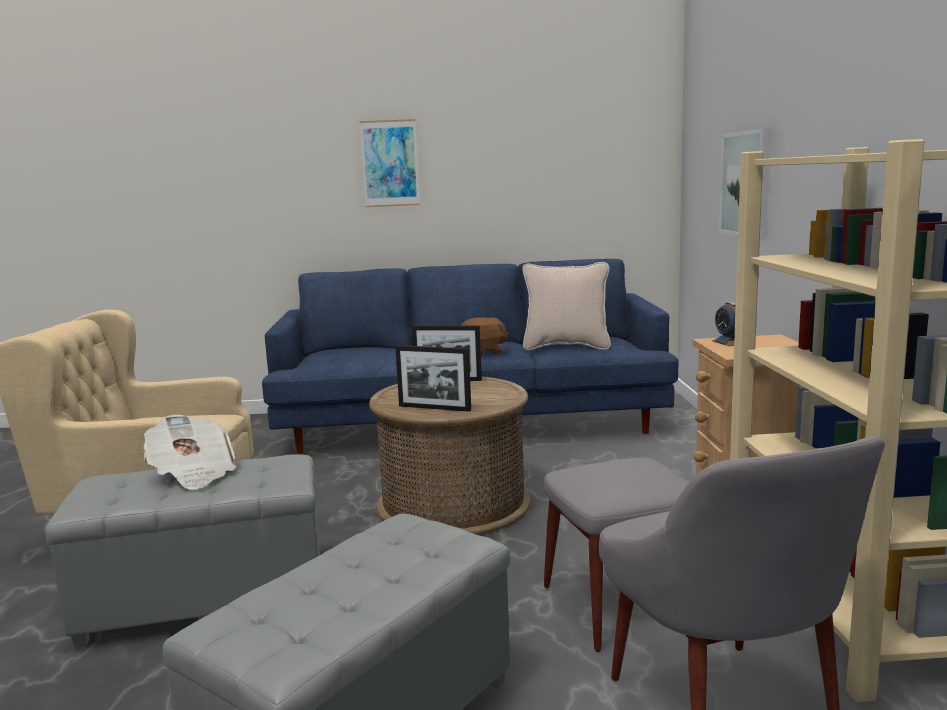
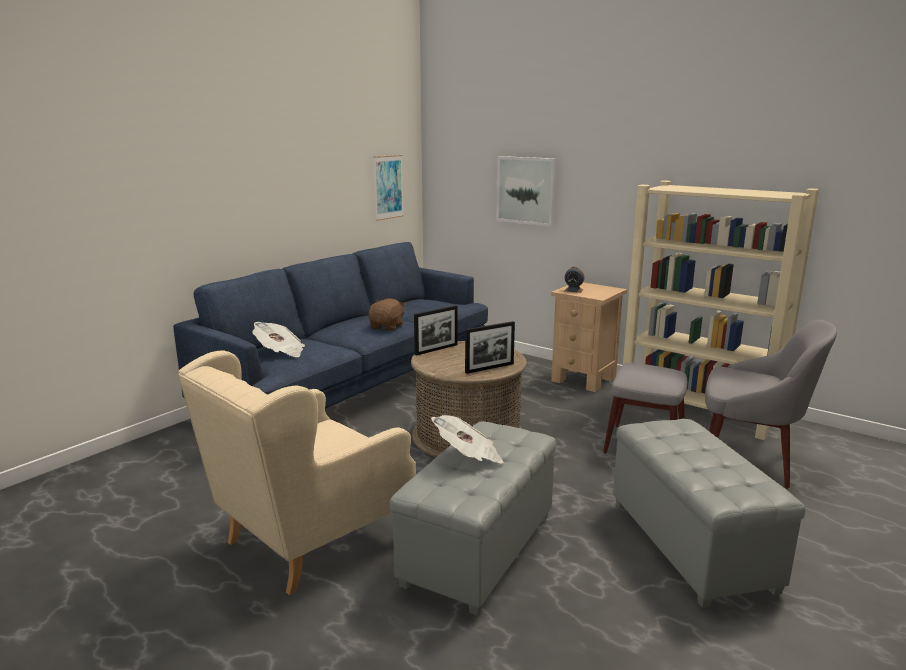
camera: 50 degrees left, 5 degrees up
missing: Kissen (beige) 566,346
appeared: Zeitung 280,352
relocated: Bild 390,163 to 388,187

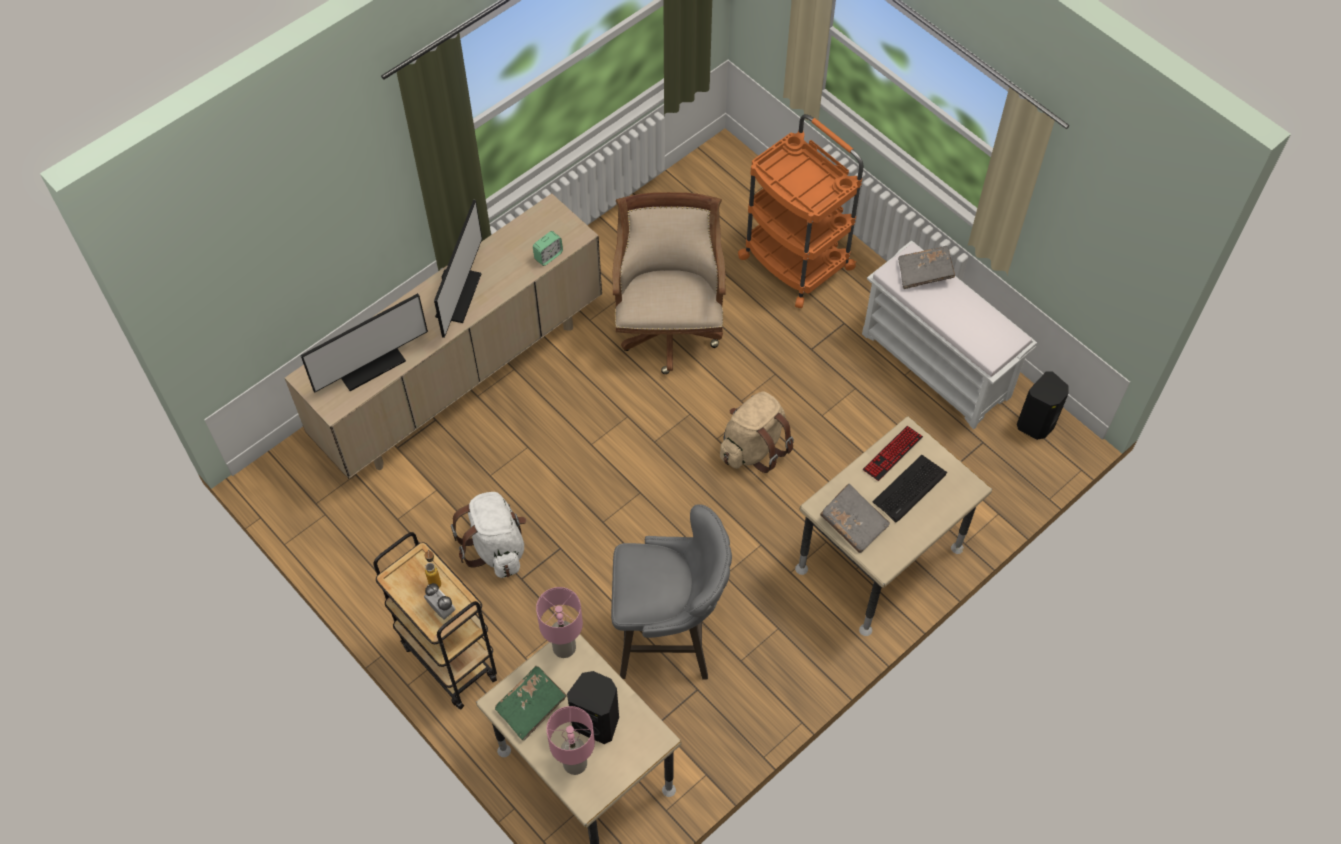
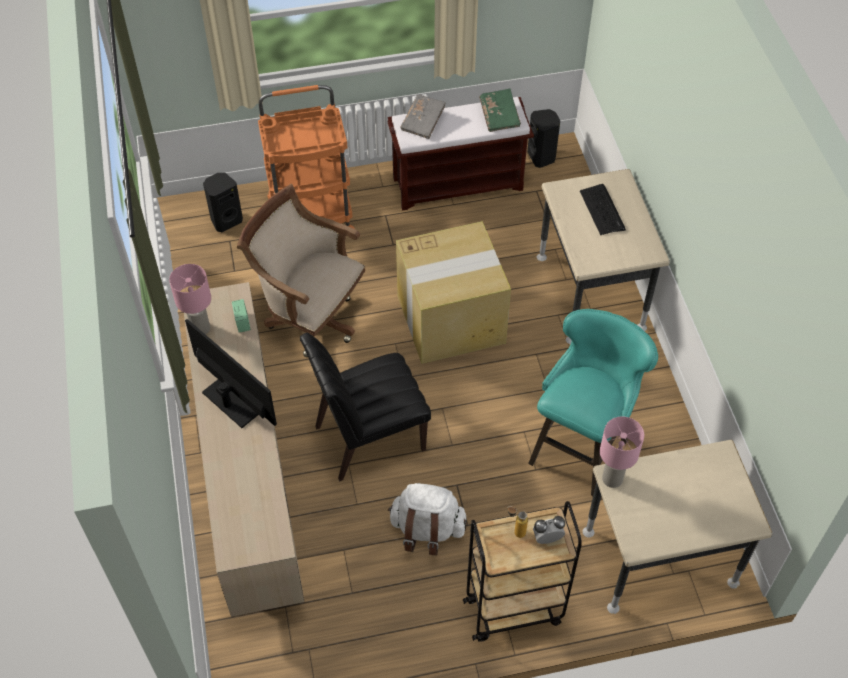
camera: 60 degrees left, 5 degrees down
missing: Monitor 371,366; Tastatur 892,454; Buch (grau) 853,523
appeared: Stuhl (schwarz) 370,437
relocated: Buch (grün) 531,706 to 499,116; Lautsprecher (schwarz) 597,721 to 226,220; Tischlampe (rosa) 574,764 to 200,329
exchanged: Rucksack (beige) 753,447 to Karton 452,319
colour: Bank (weiß) 937,365 to Bank (braun) 459,183; Hocker (grau) 670,639 to Hocker (türkis) 580,448

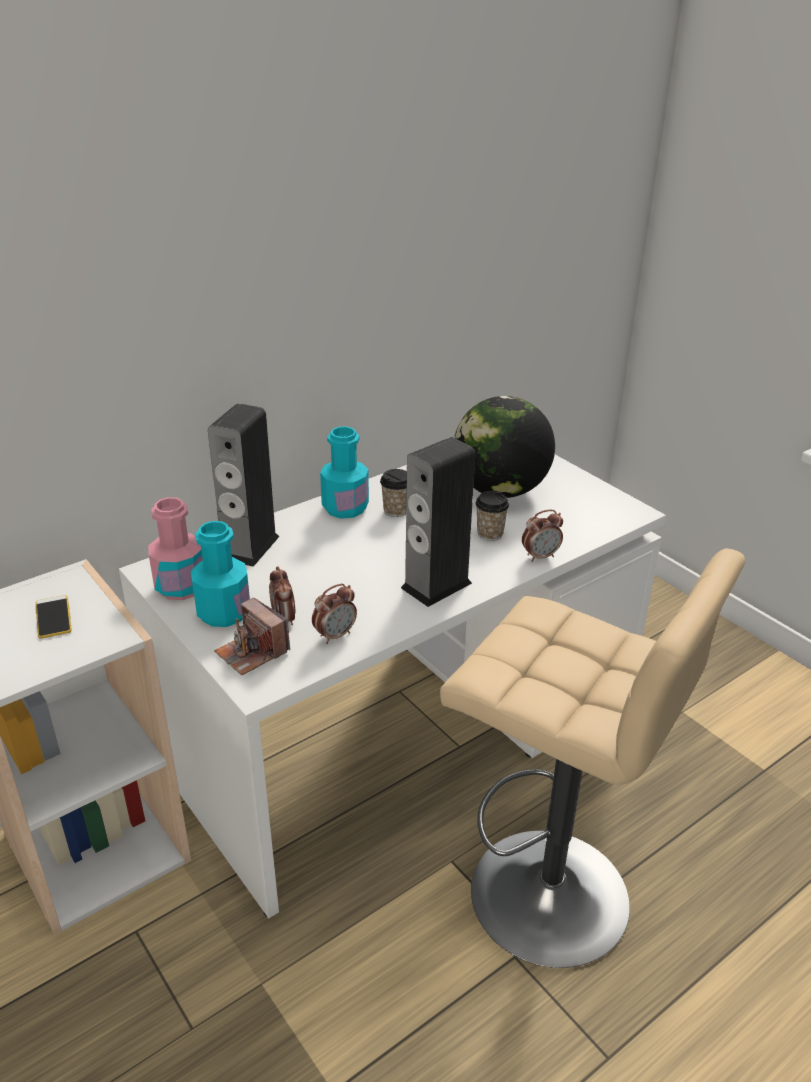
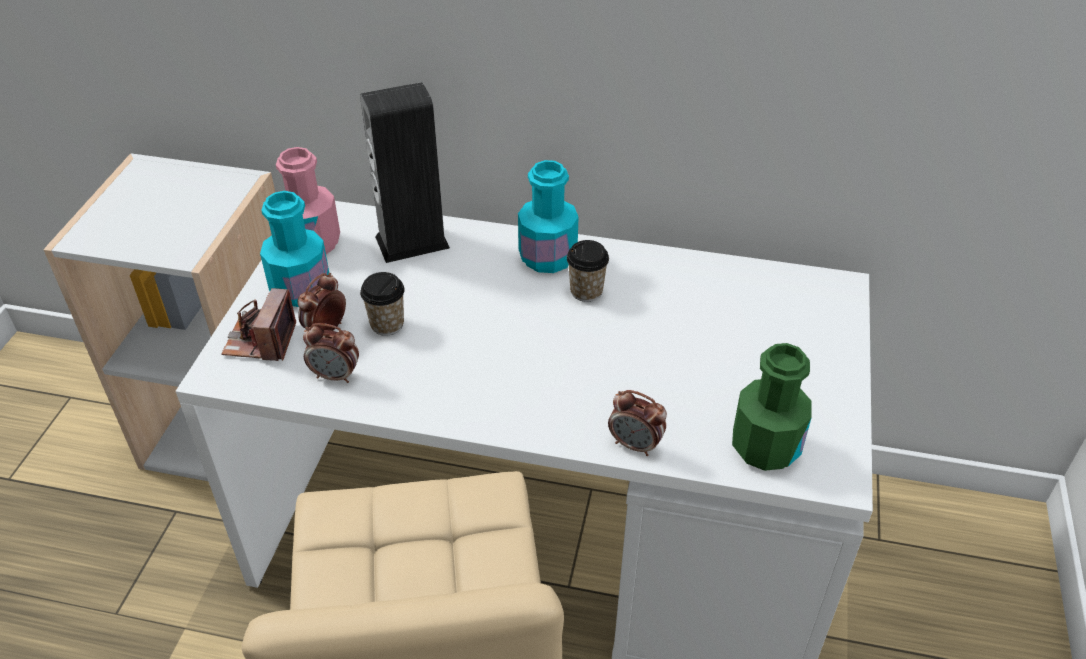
camera: 50 degrees right, 10 degrees up
missing: Globus 500,490; Lautsprecher 436,585; Handy 53,617
appeared: Flasche (grün) 765,447
relocated: Tasse 490,534 to 387,324

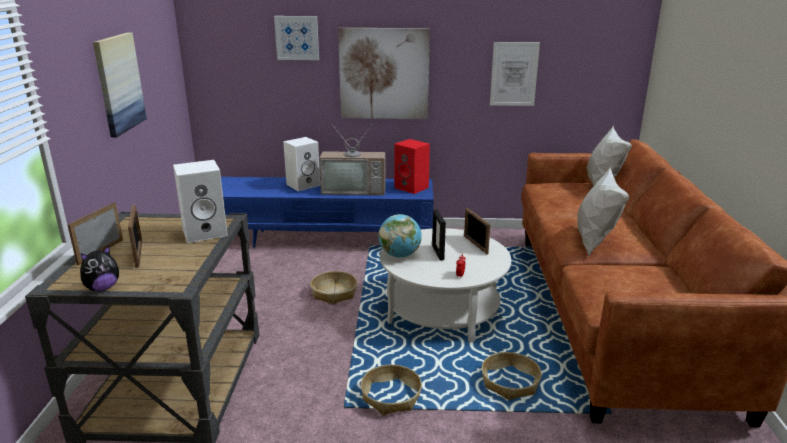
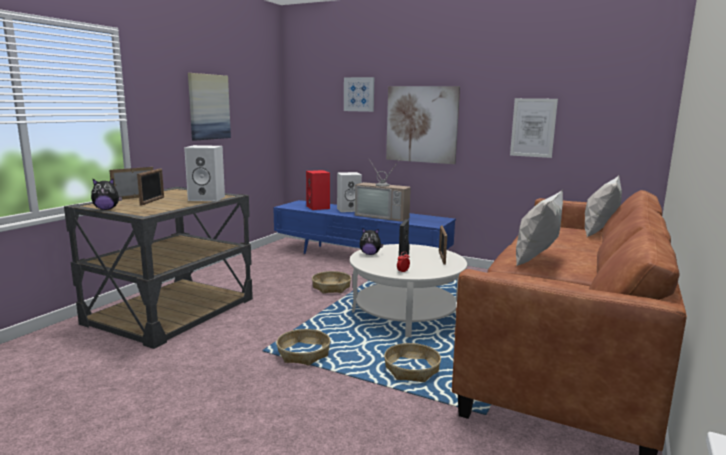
camera: 25 degrees right, 10 degrees down
relocated: Lautsprecher (rot) 412,187 to 318,207
exchanged: Globus 400,255 to Plüschtier 370,254

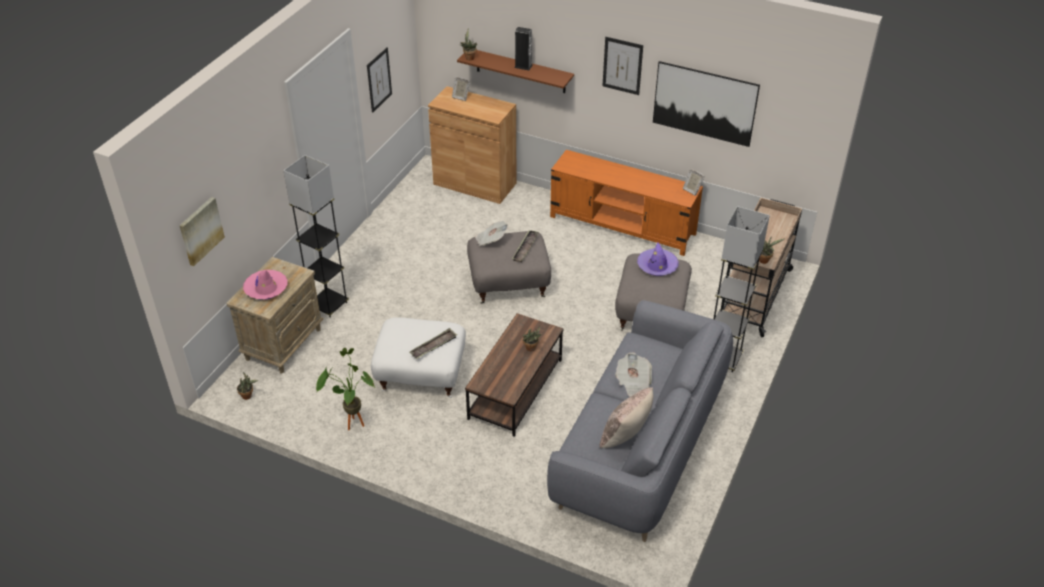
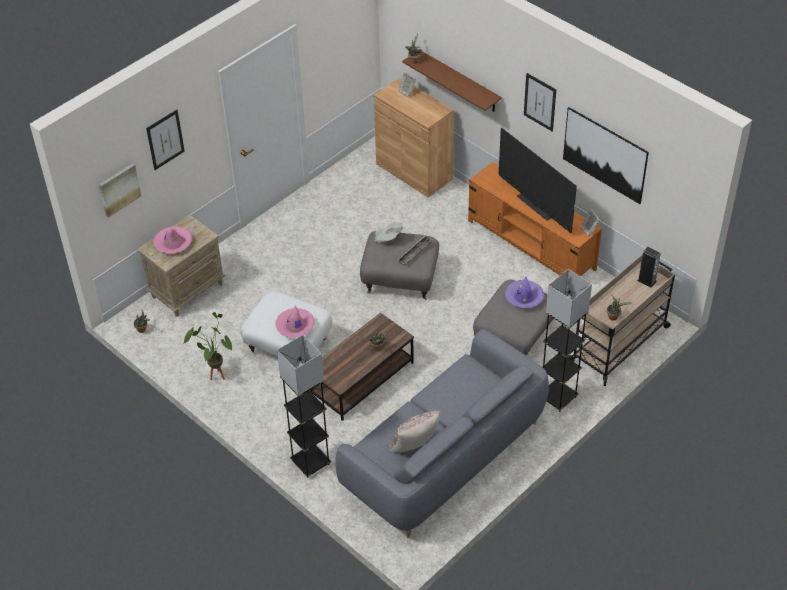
camera: 20 degrees right, 5 degrees up
missing: Zeitung 633,382
appeared: Fernseher 535,206
relocated: Lautsprecher 523,66 to 646,281; Bild 379,79 to 165,139; Stehlampe (grau) 328,305 to 310,462
exchanged: Tablett 433,346 to Hut (rosa) 295,326

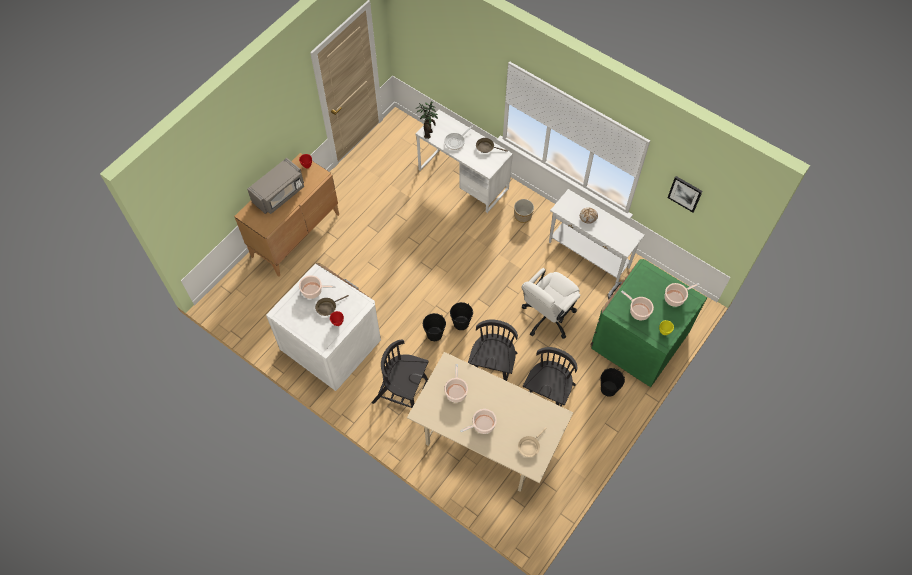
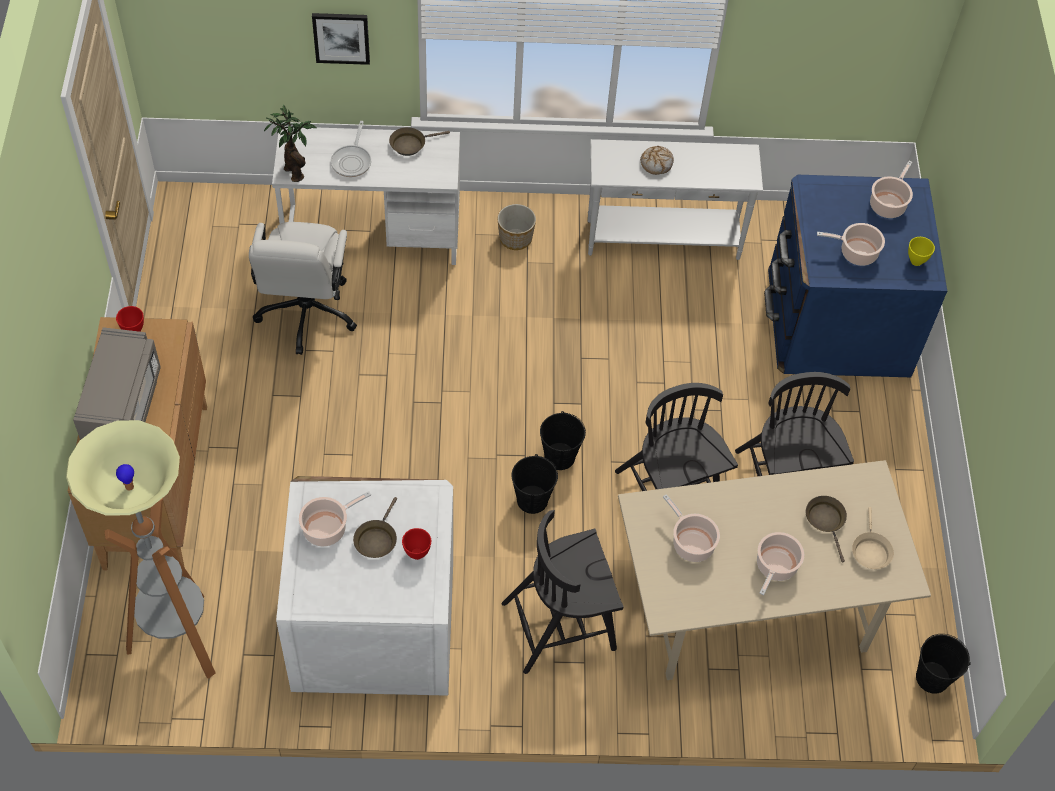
camera: 40 degrees left, 5 degrees down
appeared: Stehlampe 180,640; Pfanne (braun) 826,521
relocated: Bild 685,193 to 341,37; Bürostuhl (weiß) 546,319 to 306,317; Eimer (schwarz) 608,389 to 932,678
colour: Kommode (grün) 637,339 to Kommode (blau) 835,321

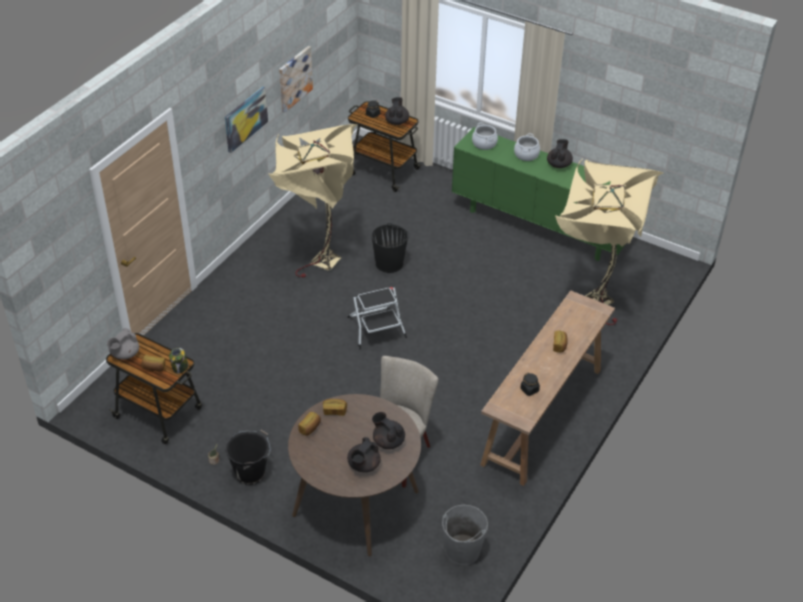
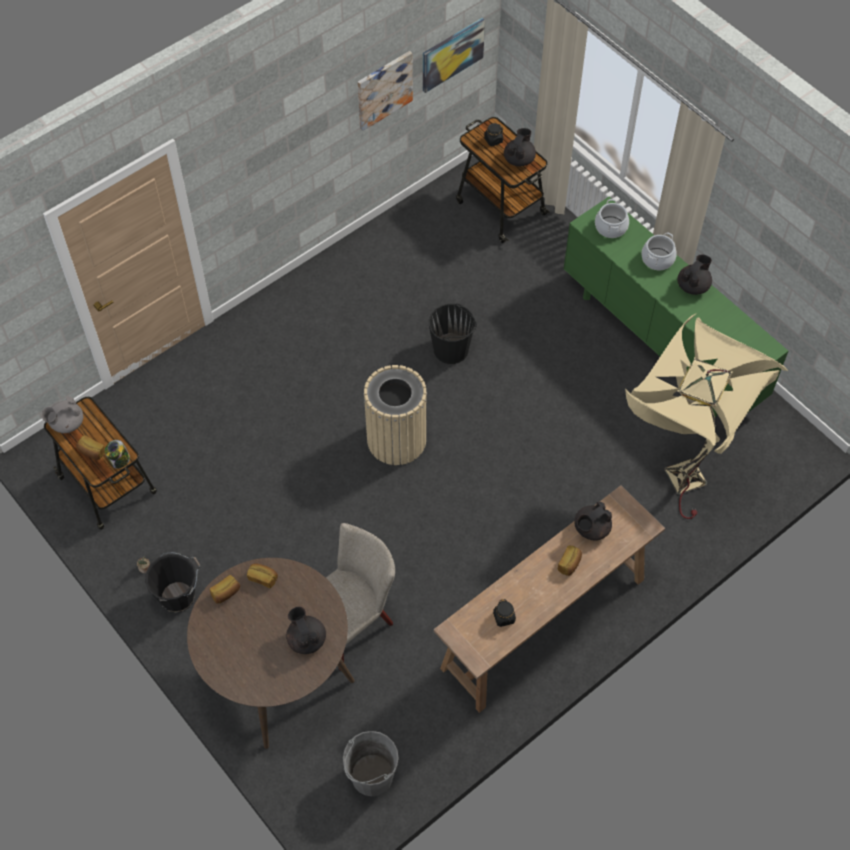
camera: 20 degrees right, 15 degrees up
missing: Stehlampe (beige) 318,258
relocated: Bild 245,119 to 452,54; Teekanne (schwarz) 363,465 to 591,529
exchanged: Trittleiter 375,328 to Mülleimer (beige) 396,439

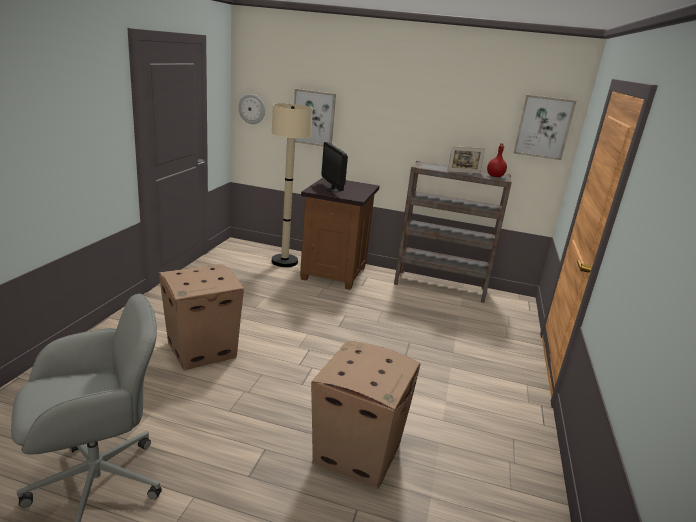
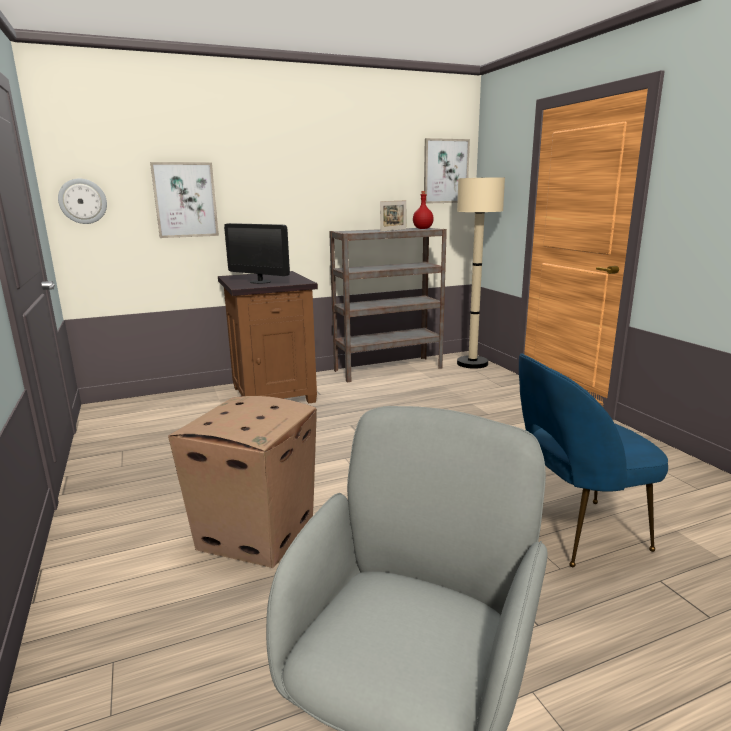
camera: 35 degrees left, 5 degrees down
relocated: Stehlampe (beige) 284,261 to 472,363
exchanged: Karton 358,453 to Stuhl (blau) 574,533

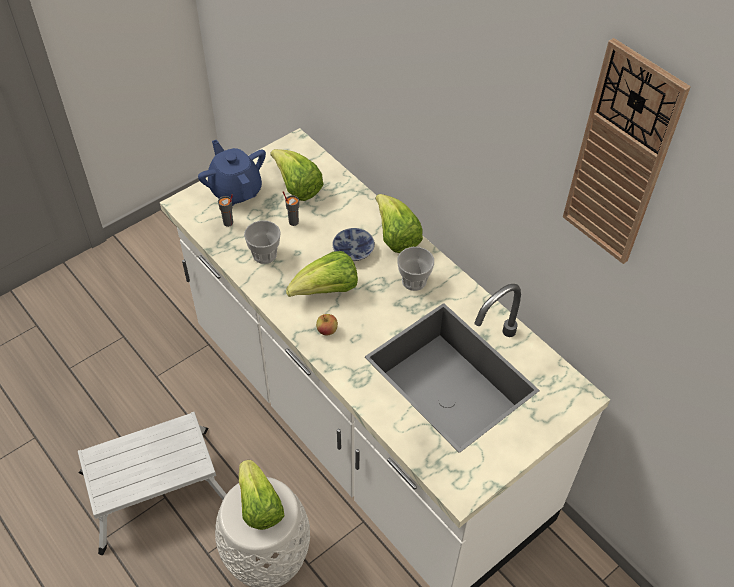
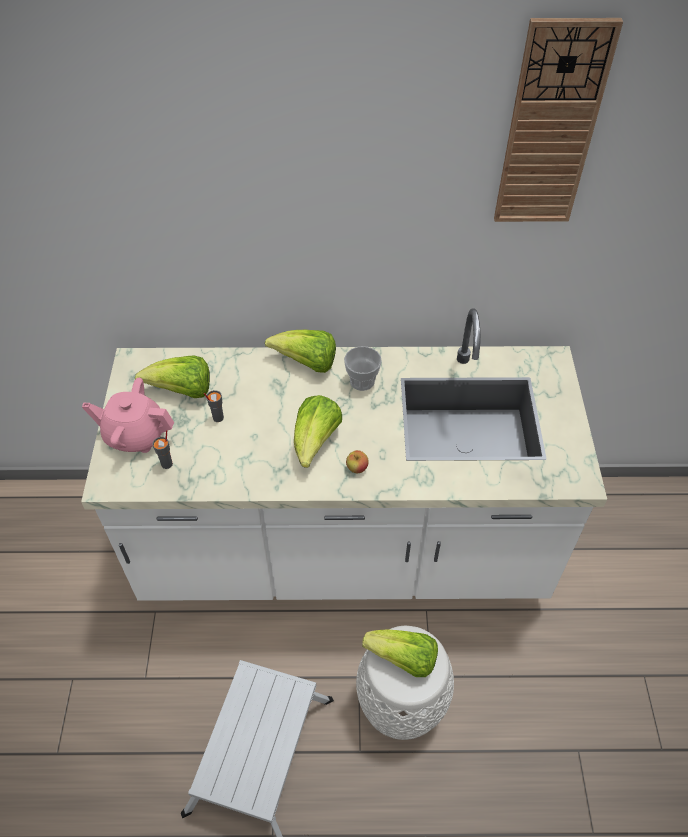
camera: 50 degrees left, 0 degrees up
missing: Tasse 264,254; Schüssel 353,249
colour: Teekanne (blau) 236,190 to Teekanne (rosa) 135,435

